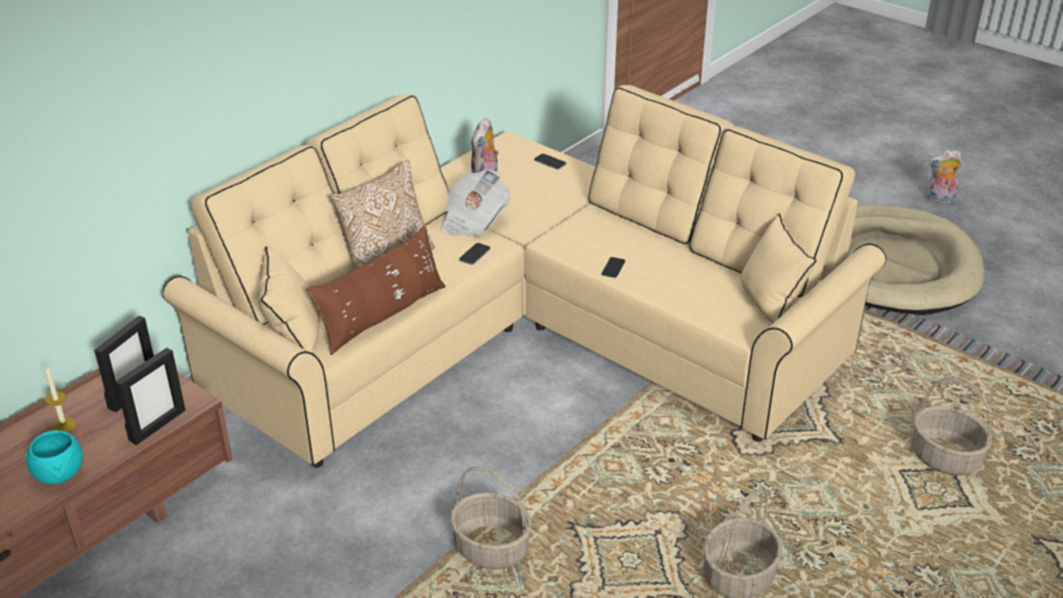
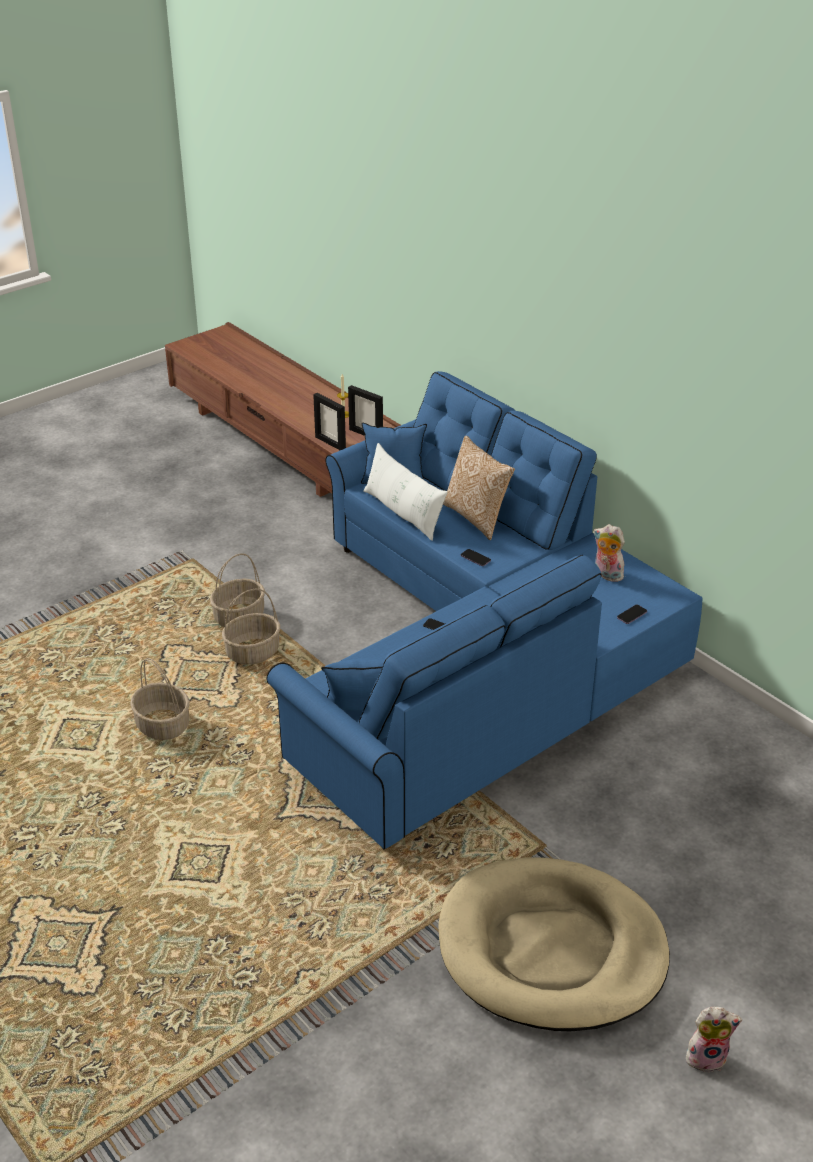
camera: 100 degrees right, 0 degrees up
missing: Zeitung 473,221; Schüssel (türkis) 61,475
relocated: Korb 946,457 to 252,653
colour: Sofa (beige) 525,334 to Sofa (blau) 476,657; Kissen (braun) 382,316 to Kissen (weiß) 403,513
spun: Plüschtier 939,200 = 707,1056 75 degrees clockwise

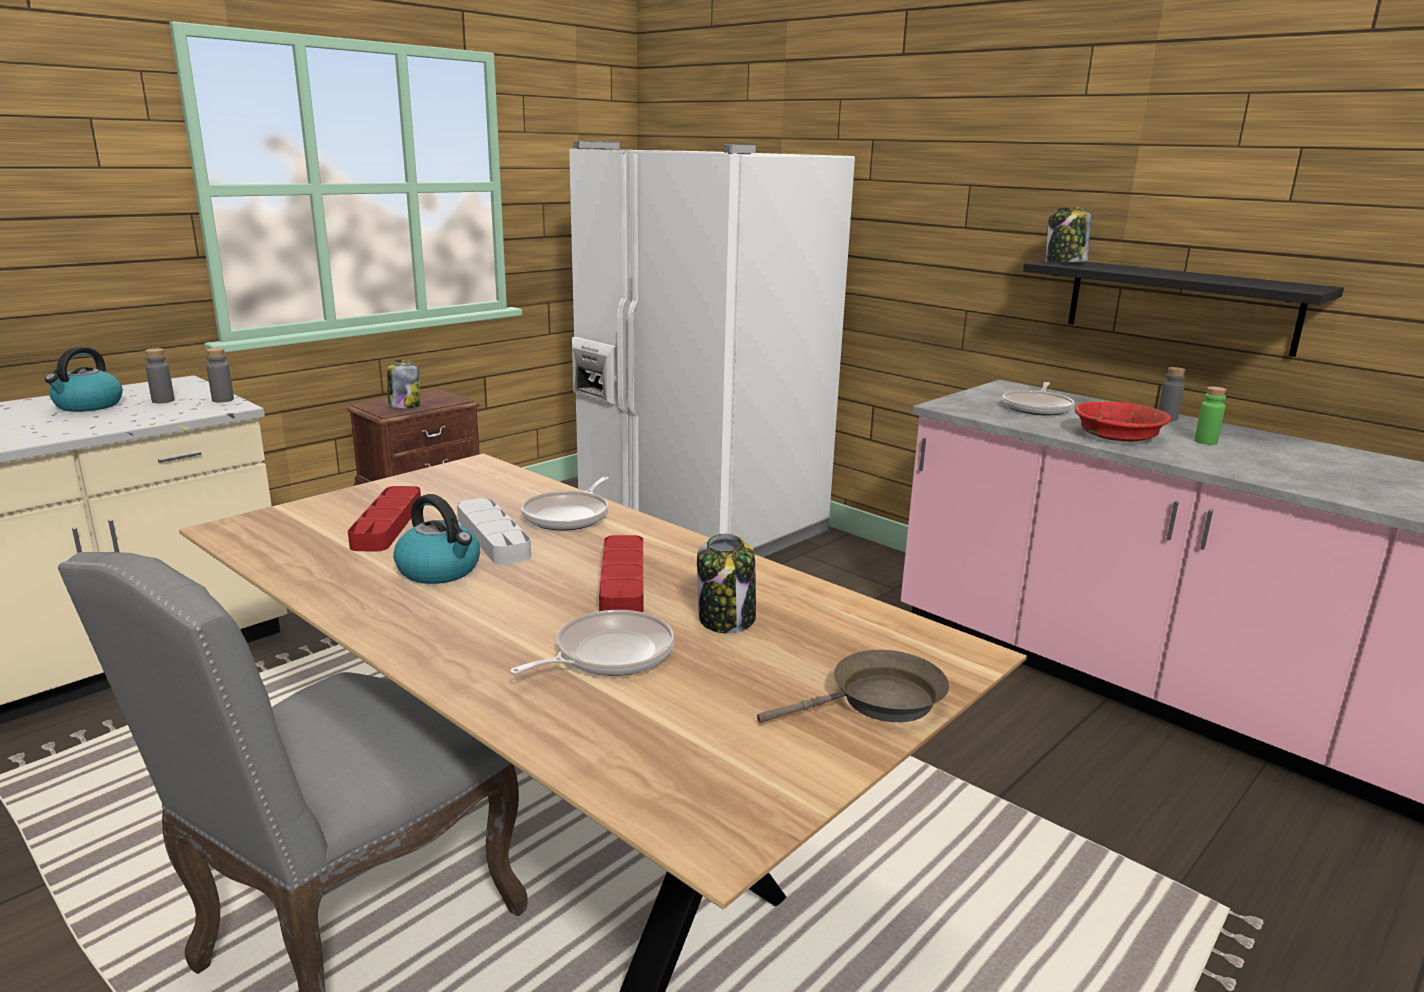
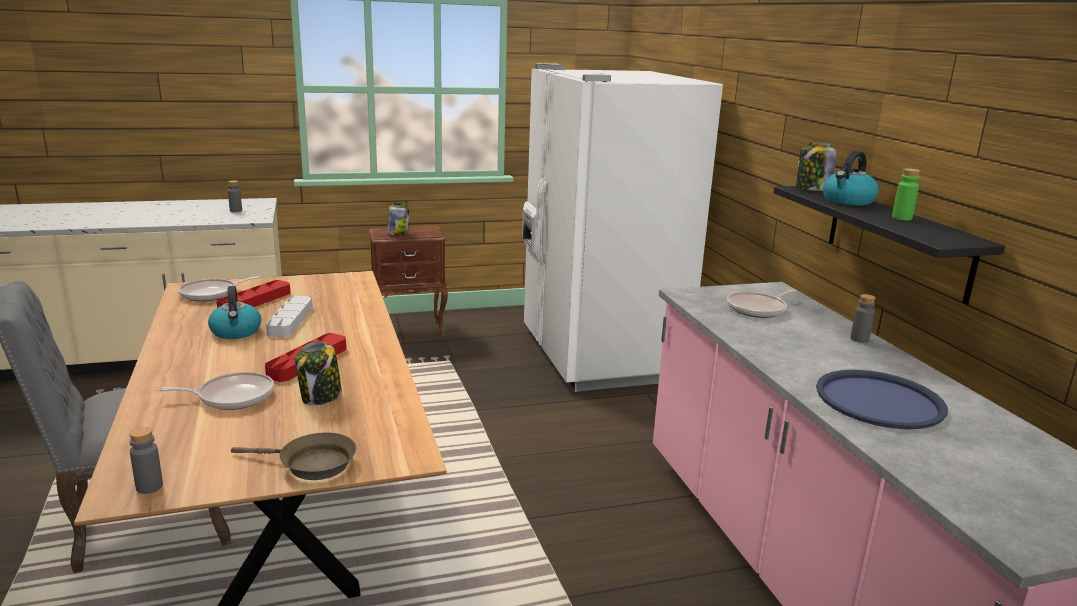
camera: 30 degrees right, 0 degrees up
missing: Schüssel (rot) 1117,436
appeared: Tablett (blau) 879,401
relocated: Wasserkessel 88,406 to 848,201; Flasche (grau) 223,400 to 149,487; Flasche (grün) 1205,441 to 901,218; Pfanne 569,516 to 212,294

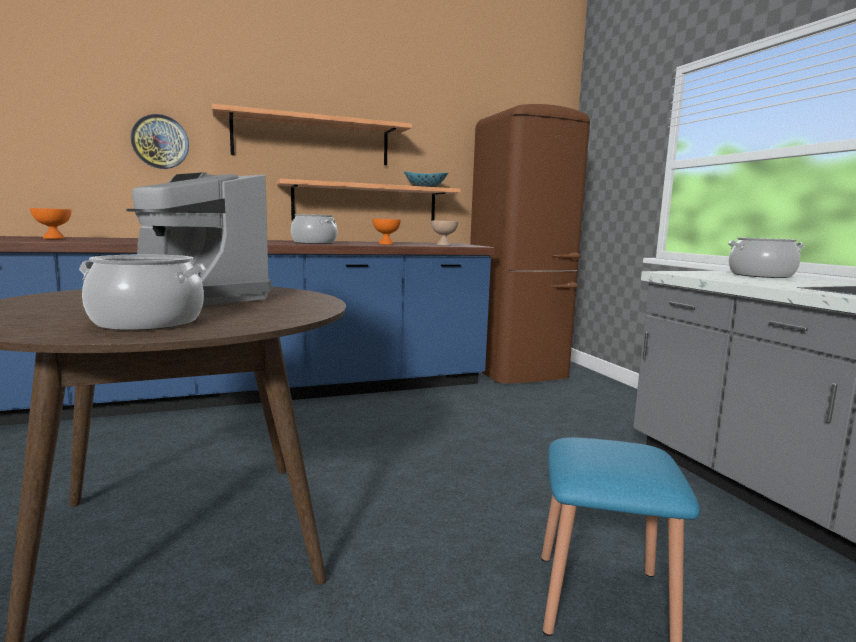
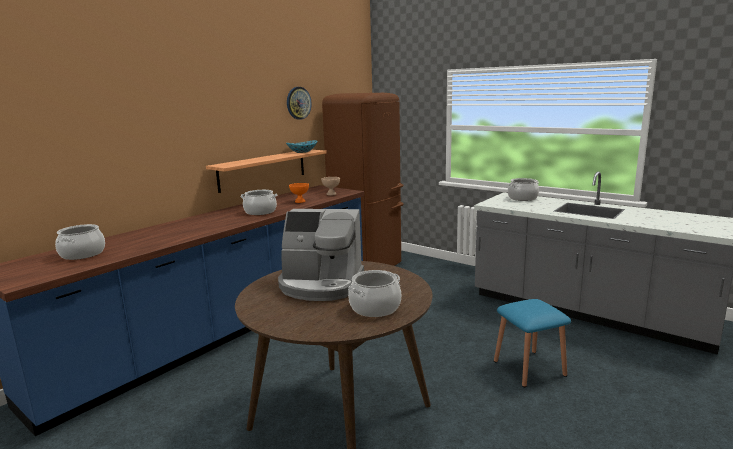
camera: 30 degrees left, 5 degrees up
missing: Wandregal 312,140
relocated: Wanduhr 160,142 to 298,103
exchanged: Schüssel (orange) 53,238 to Kochtopf 83,254

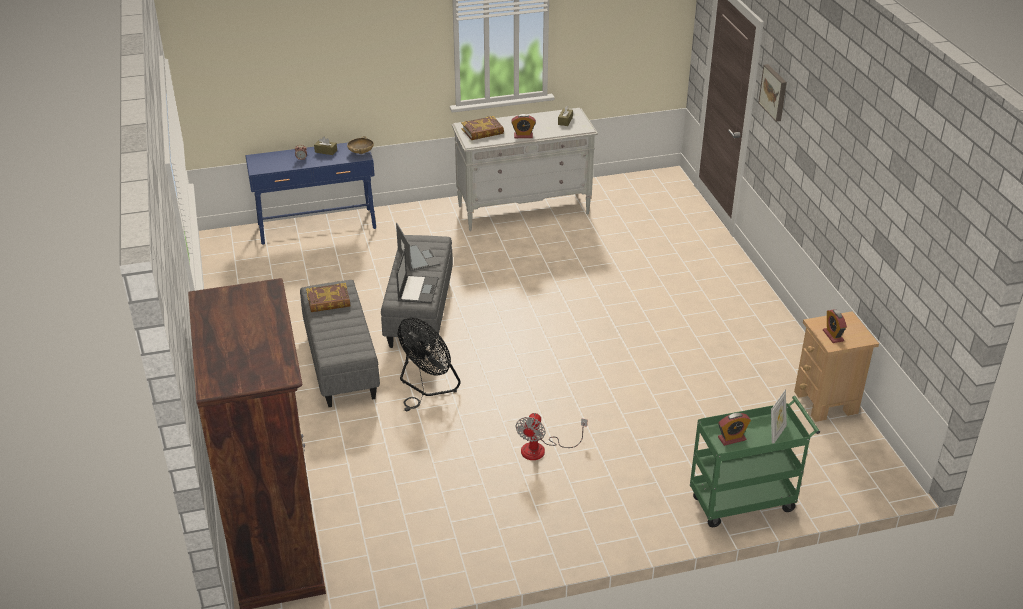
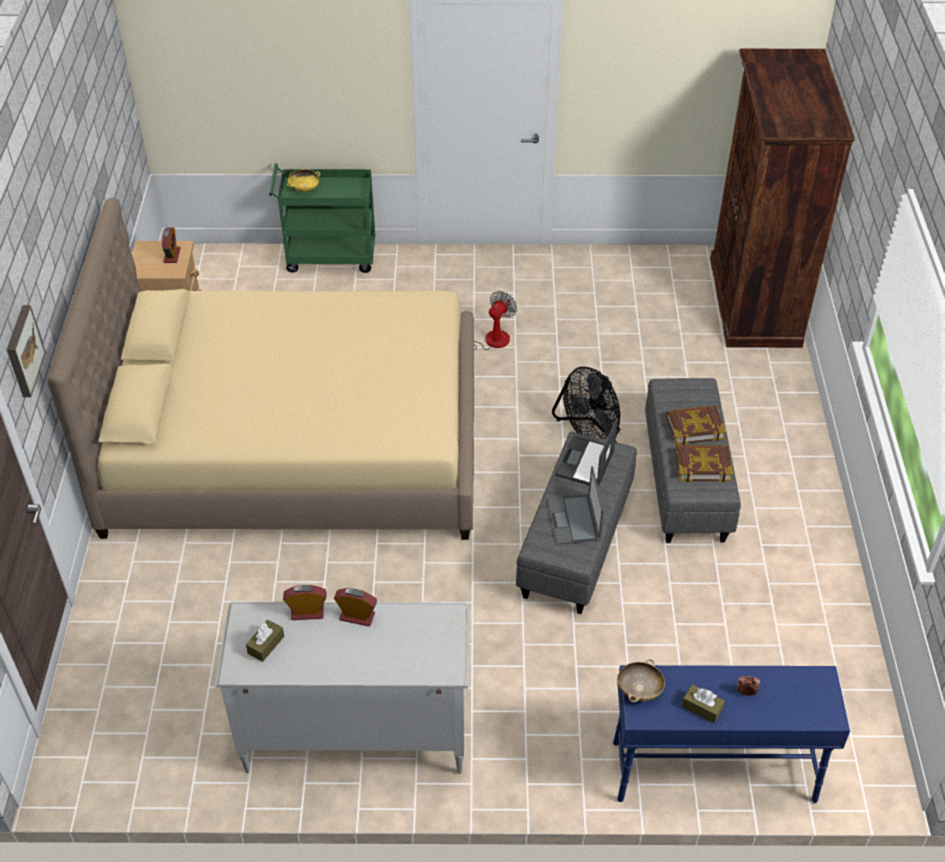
camera: 165 degrees left, 10 degrees up
appeared: Bett (beige) 295,444
relocated: Buch 482,131 to 694,427; Wecker 732,438 to 307,612
exchanged: Bilderrahmen 775,434 to Schüssel (gelb) 304,188

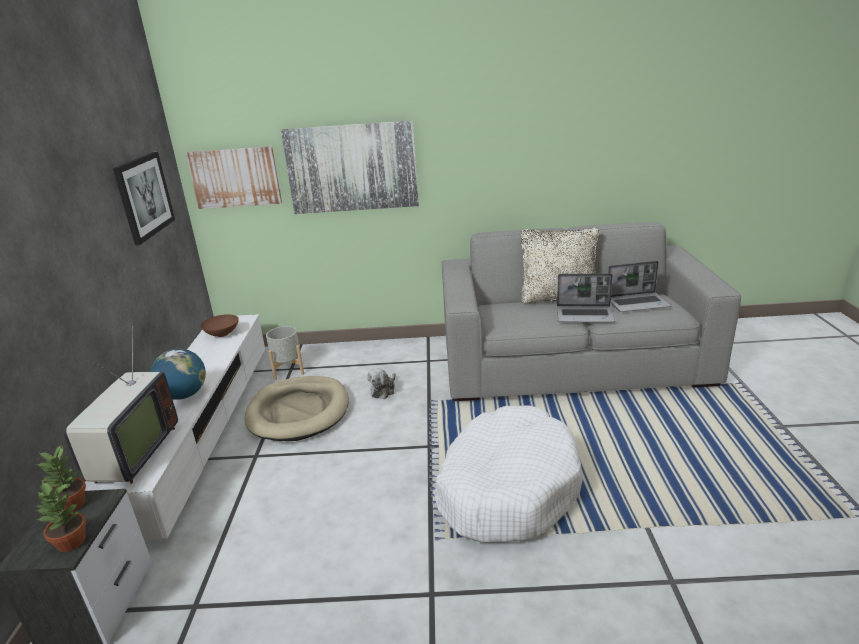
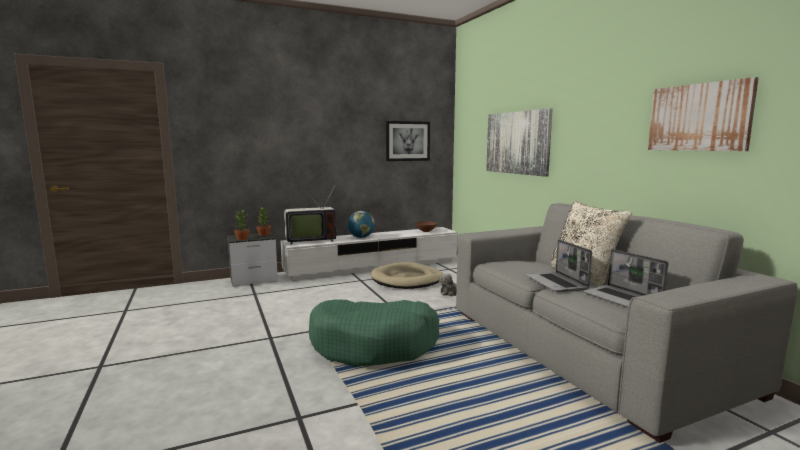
camera: 65 degrees right, 15 degrees down
missing: Pflanzkübel (grau) 288,370
relocated: Bild 235,177 to 699,117
colour: Hundebett (weiß) 507,487 to Hundebett (grün) 374,345

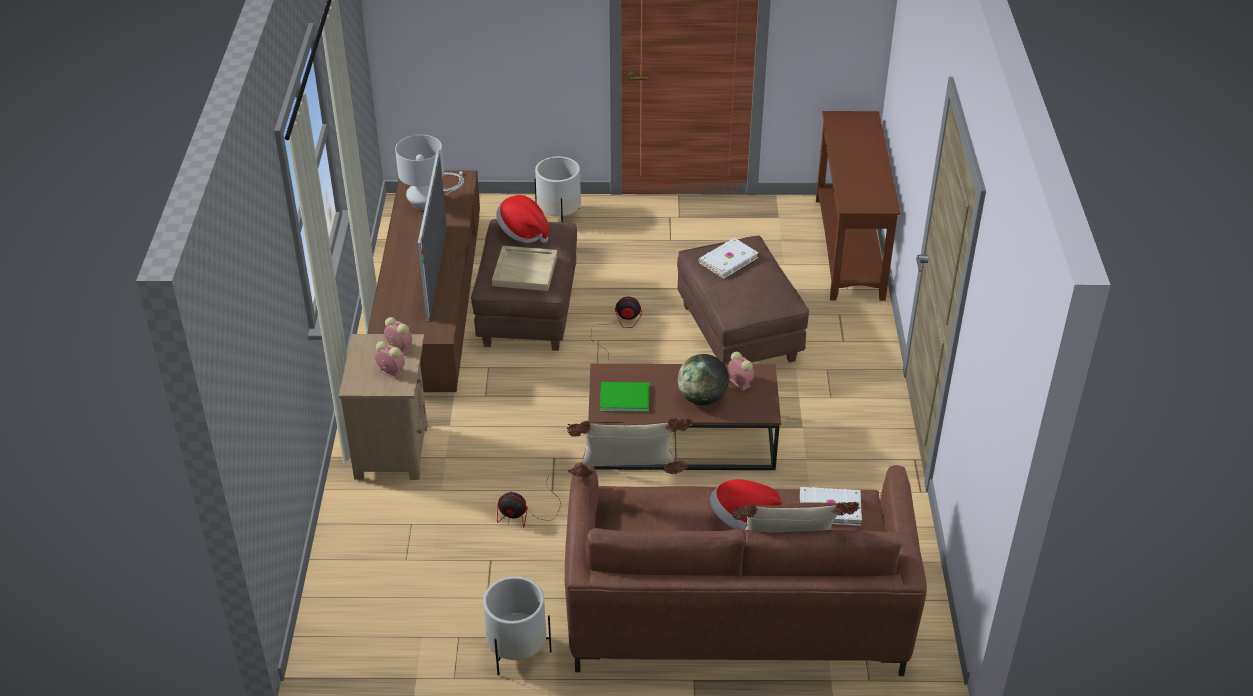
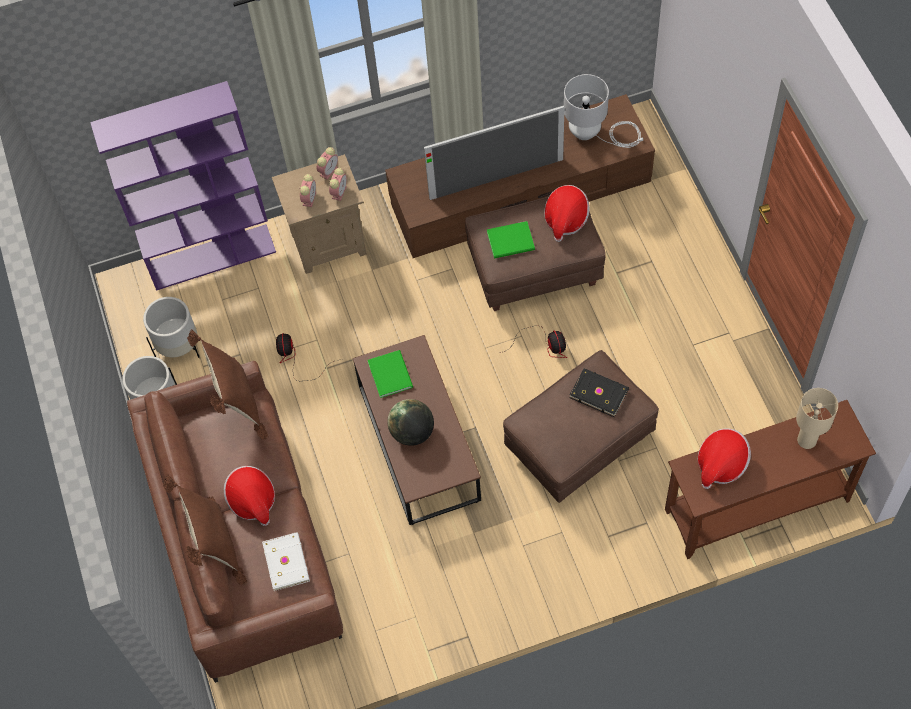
camera: 75 degrees right, 20 degrees up
appeared: Bücherregal (lila) 212,256; Tischlampe (beige) 807,440; Hut 721,464
relocated: Pflanzkübel (weiß) 559,218 to 178,346; Wecker 739,382 to 329,170
exchanged: Tablett (beige) 525,270 to Buch (grün) 512,241
colour: Buch (weiß) 727,260 to Buch (schwarz) 599,392

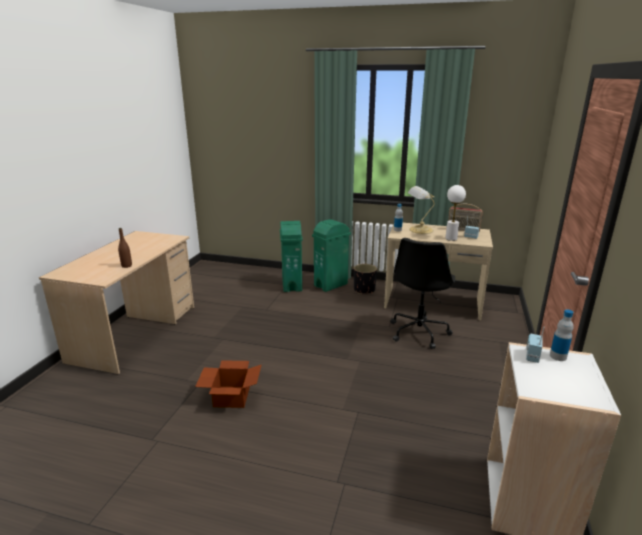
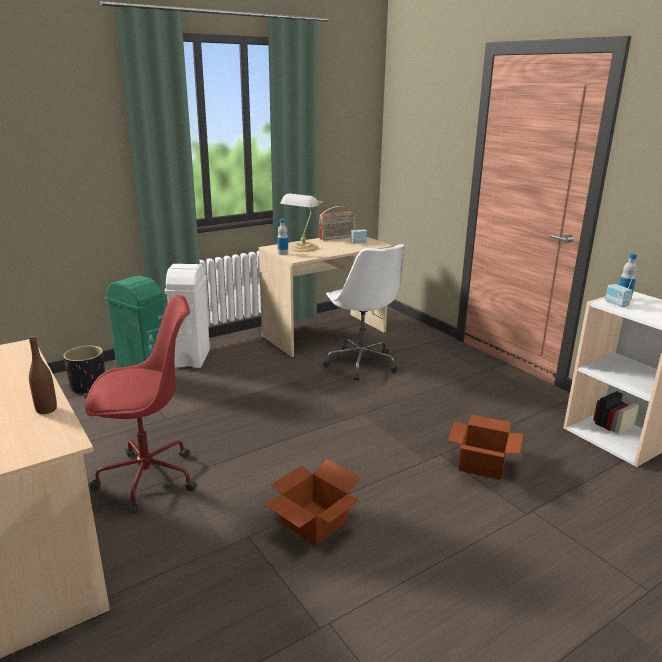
camera: 50 degrees left, 0 degrees up
missing: Tischlampe (weiß) 451,238
appeared: Bürostuhl (rot) 150,478; Karton 483,463
relocated: Pflanzkübel (schwarz) 364,290 to 89,387
colour: Mülleimer (grün) 331,285 to Mülleimer (weiß) 193,358; Bürostuhl (schwarz) 418,333 to Bürostuhl (weiß) 362,365

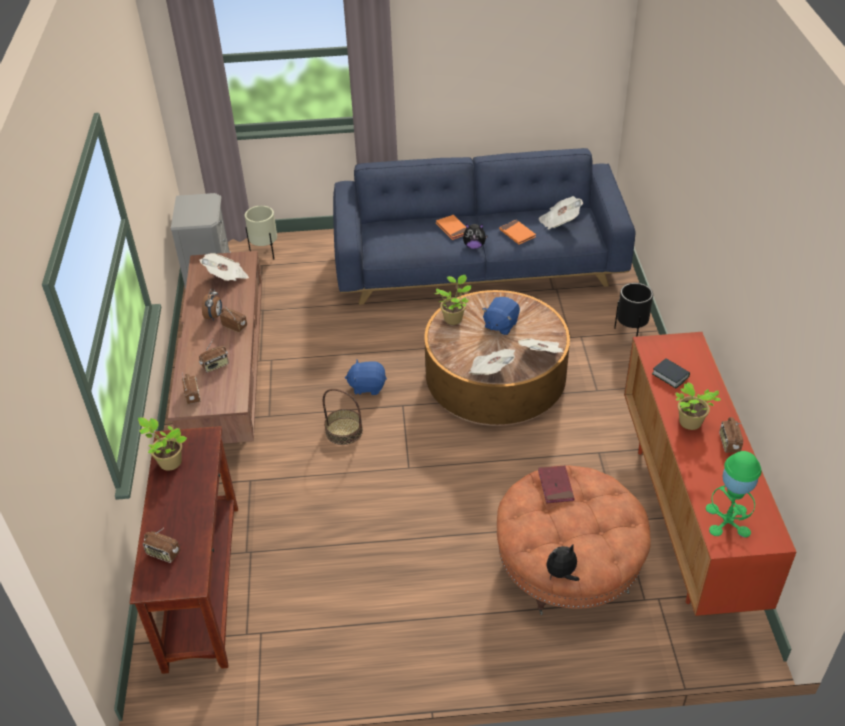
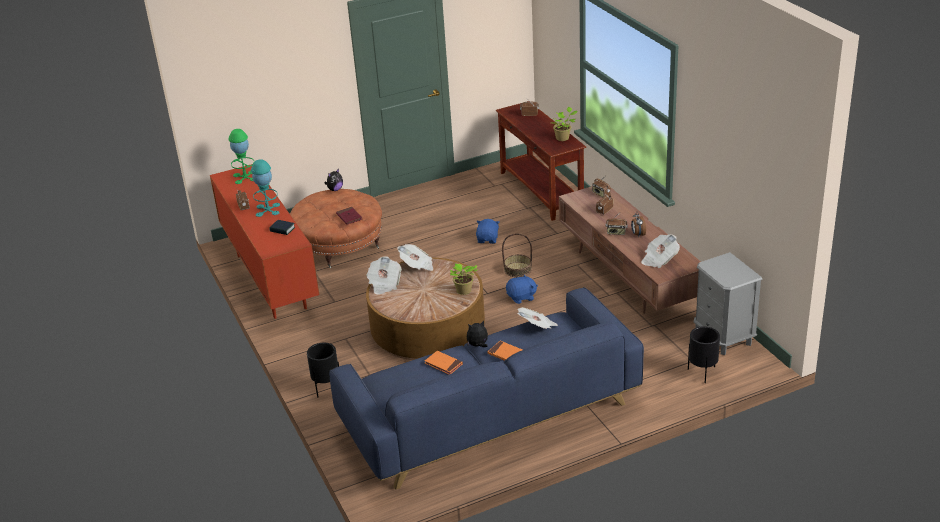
camera: 160 degrees right, 10 degrees down
relocated: Zeitung 559,222 to 537,327; Plüschtier (blau) 500,325 to 488,239
exchanged: Topfpflanze 690,423 to Tischlampe (türkis) 267,210
colour: Pflanzkübel (beige) 265,252 to Pflanzkübel (schwarz) 702,373

